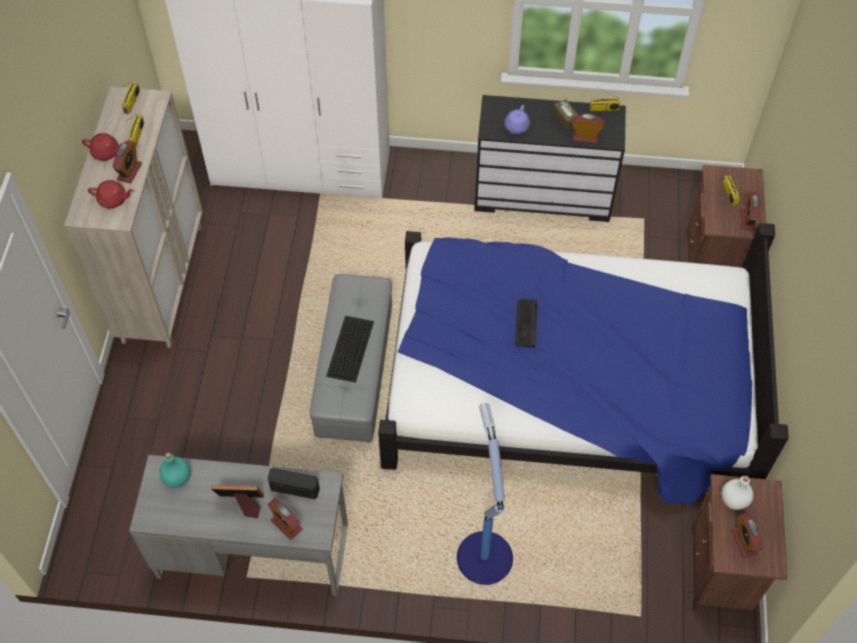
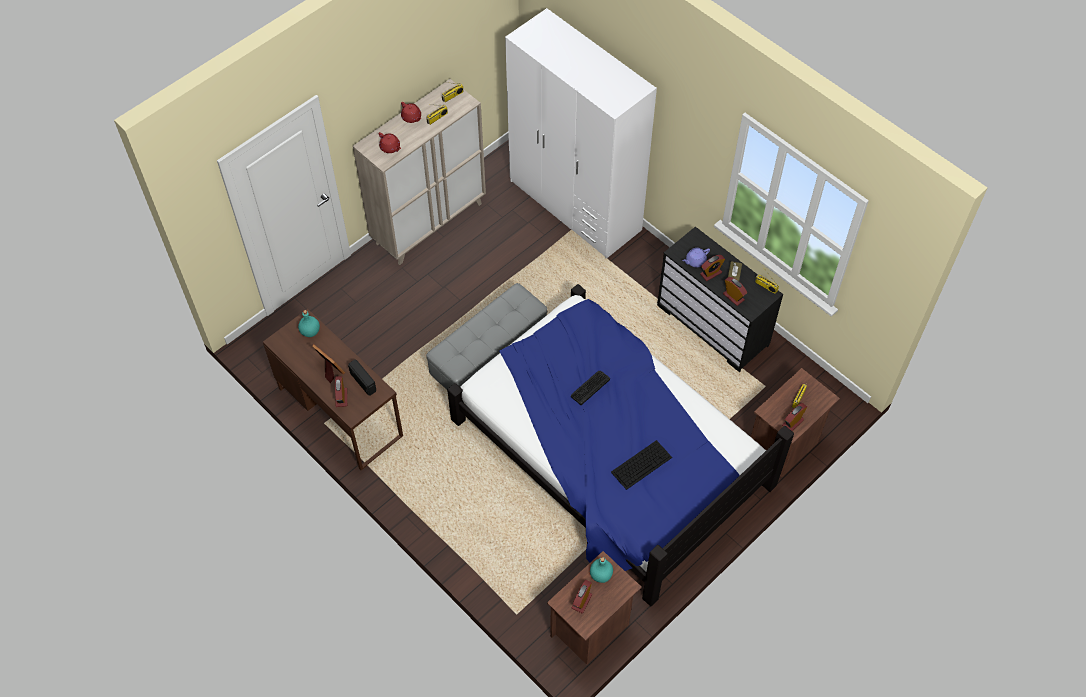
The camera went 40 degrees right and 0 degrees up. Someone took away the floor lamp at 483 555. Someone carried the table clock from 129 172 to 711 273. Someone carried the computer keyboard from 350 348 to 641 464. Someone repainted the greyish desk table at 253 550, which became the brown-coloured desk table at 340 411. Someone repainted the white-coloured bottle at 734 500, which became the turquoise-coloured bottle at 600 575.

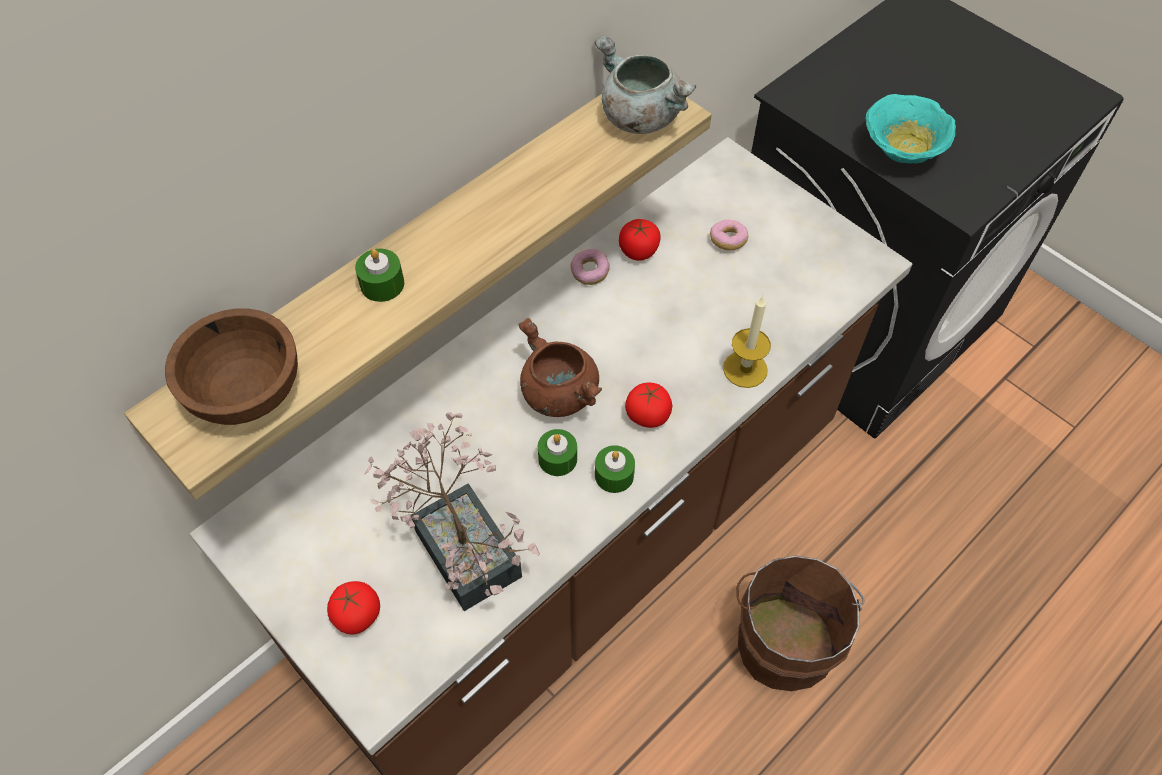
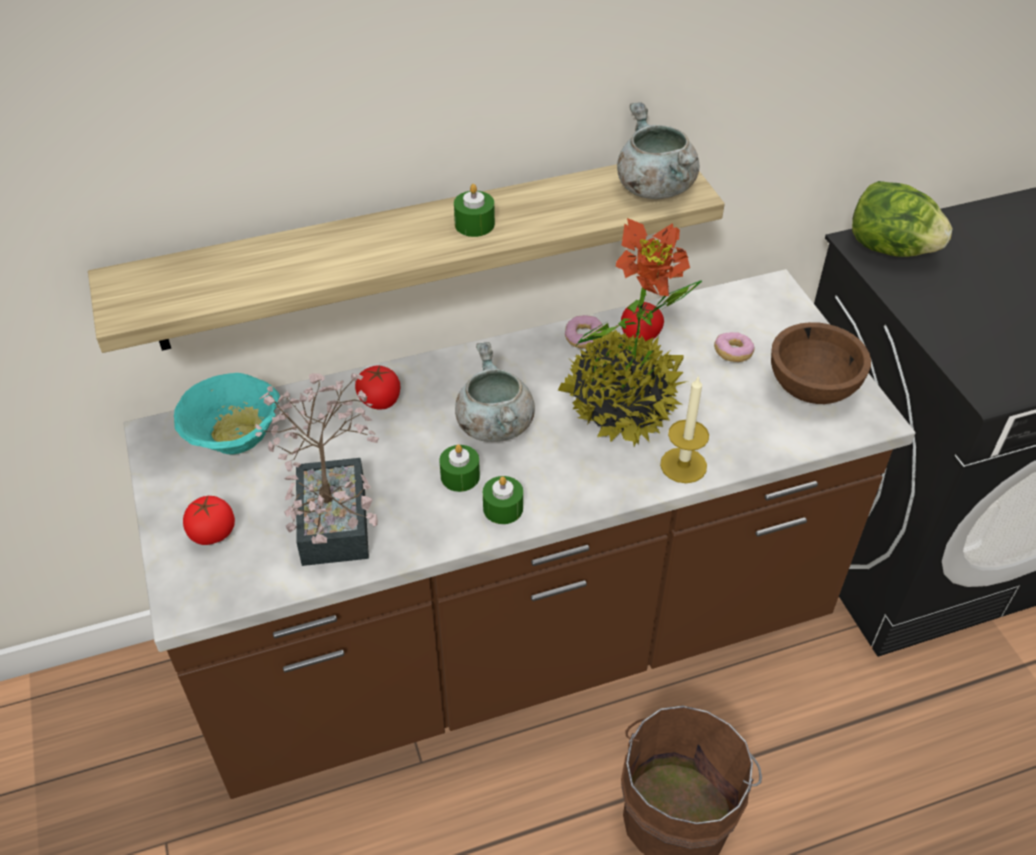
The camera went 25 degrees right and 10 degrees down. Someone put down the houseplant at 621 404. Someone put down the head of lettuce at 890 248. Someone carried the brown-coloured deep dish from 247 391 to 813 386. Someone carried the green wax candle from 382 284 to 474 224. Someone carried the tomato from 648 415 to 380 400. Someone carried the turquoise-coloured deep dish from 901 149 to 235 435. Someone repainted the brown-coloured cooking pot at 557 393, which became the greyish cooking pot at 493 424.

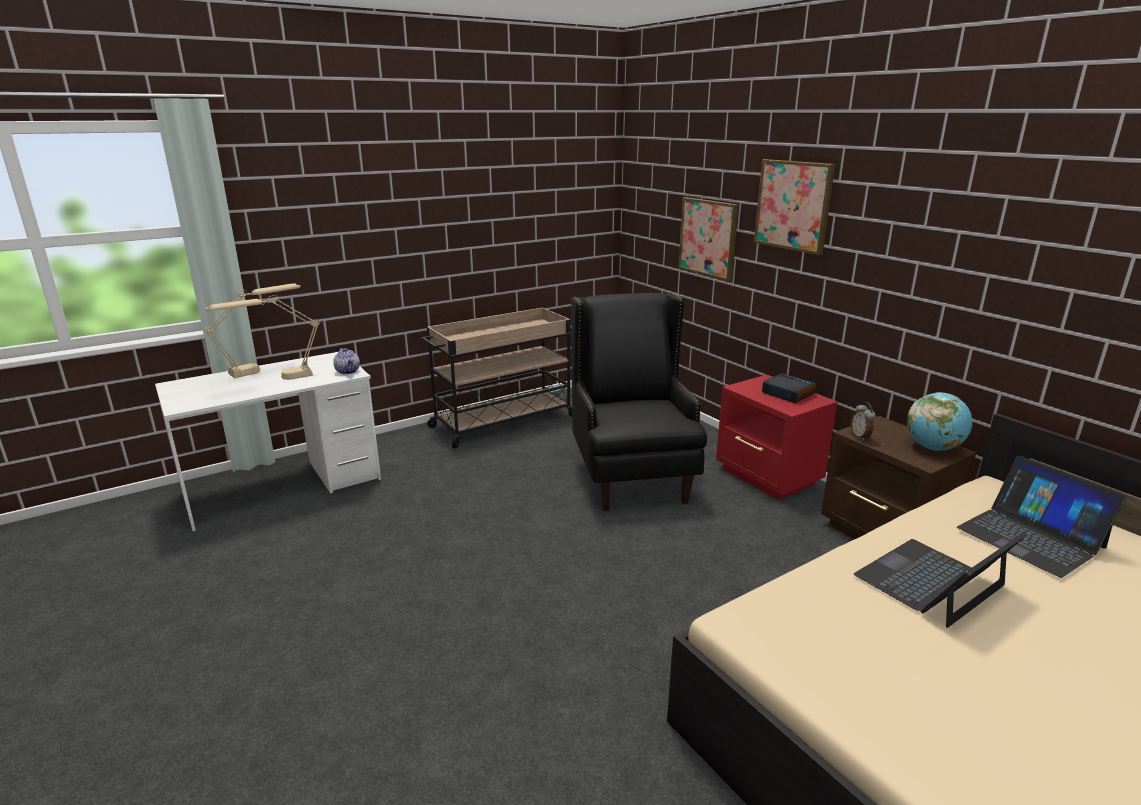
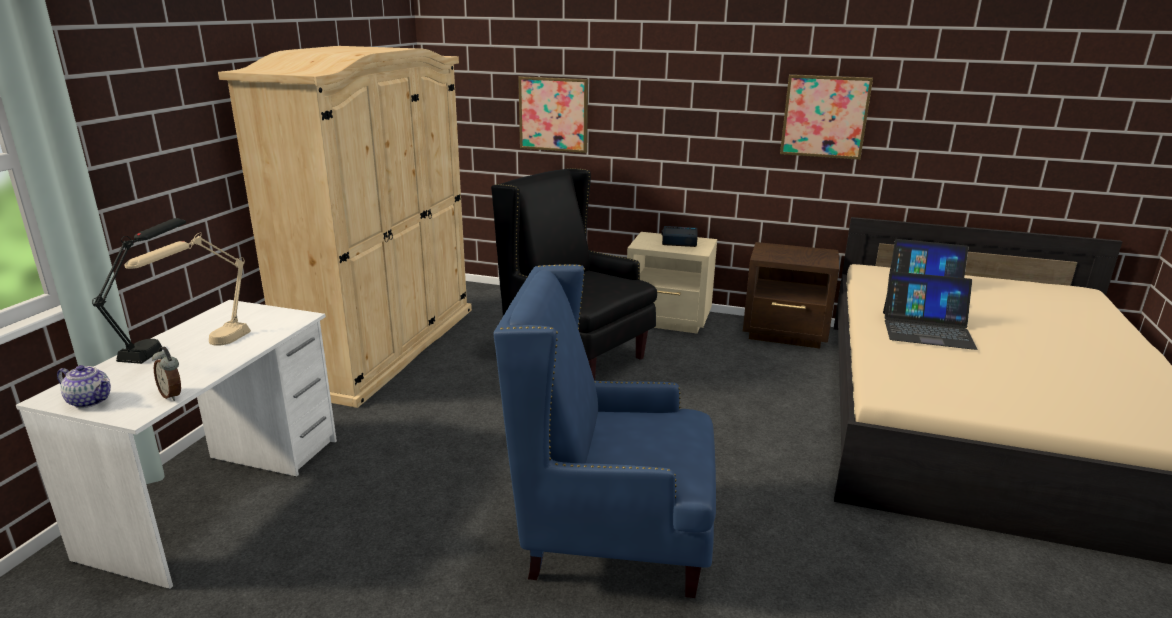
The camera went 40 degrees left and 0 degrees up. Someone took away the globe at 933 448. Someone put down the bluish armchair at 613 543. Someone carried the pot for tea from 348 371 to 90 401. Someone carried the wall picture from 793 205 to 824 116. Someone carried the table clock from 860 437 to 172 395. Someone swapped the sand-coloured cart at 502 422 for the sand-coloured armoire at 384 346. Someone repainted the sand-coloured table lamp at 264 368, which became the black-coloured table lamp at 160 342. Someone repainted the red night table at 768 477, which became the sand-coloured night table at 669 320. Someone rotated the laptop at 931 581 by 90 degrees counterclockwise.

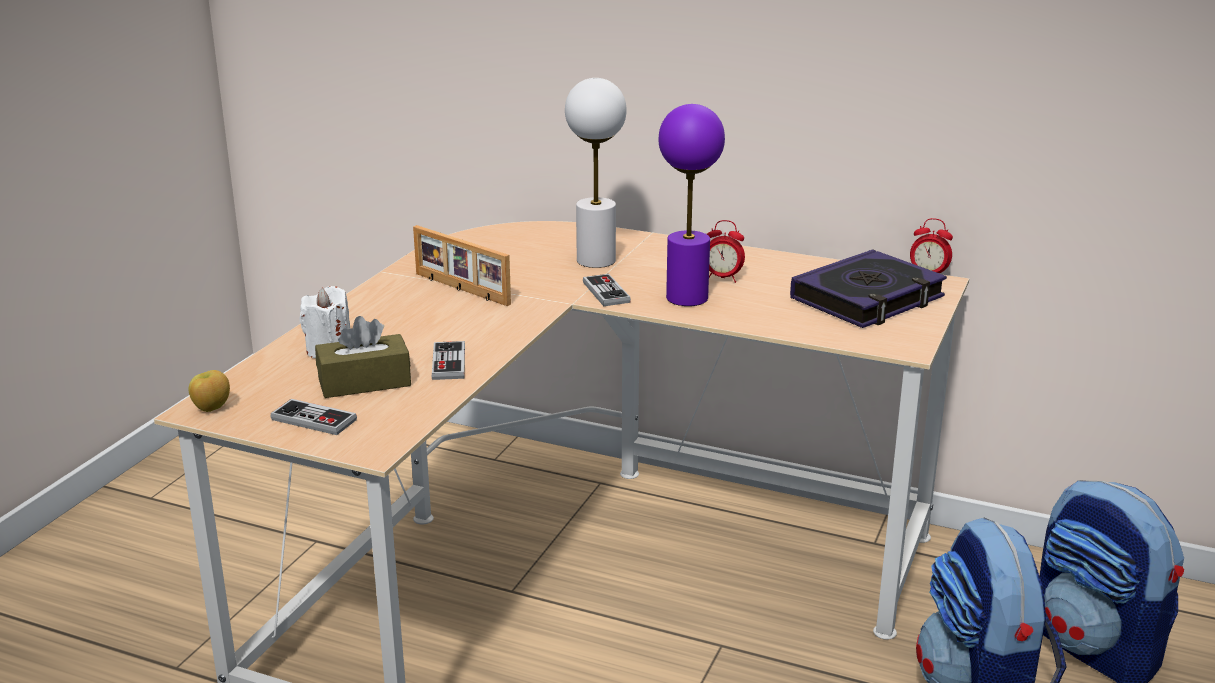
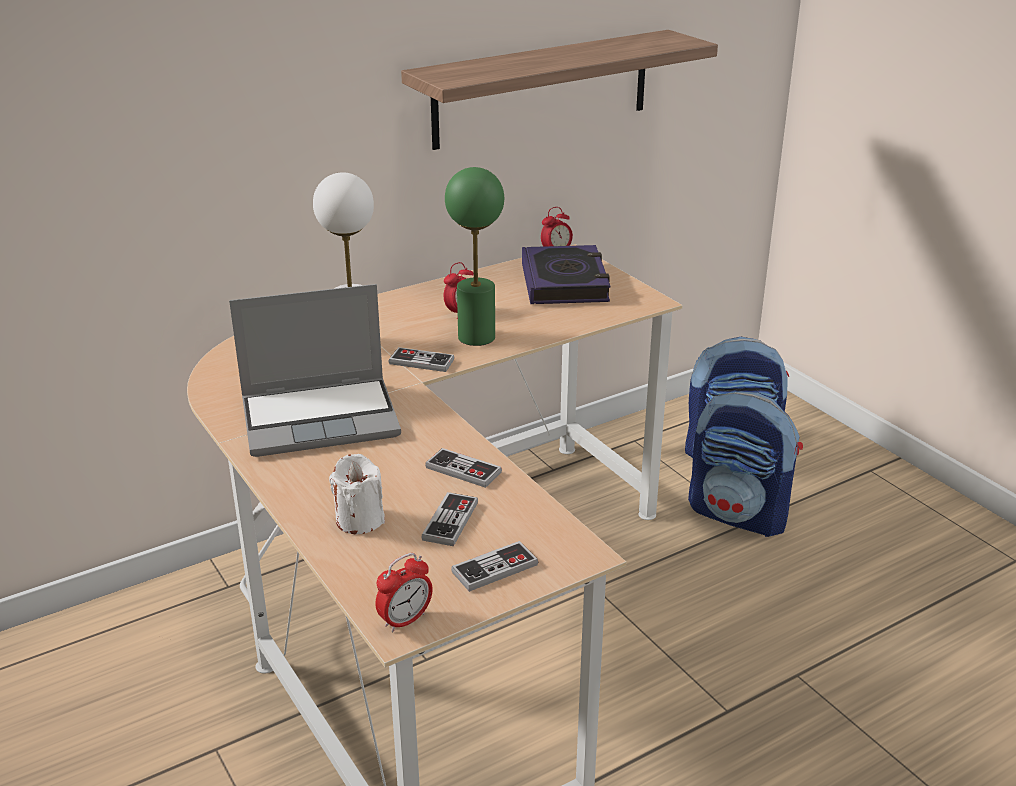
The camera went 55 degrees left and 5 degrees up. Someone put up the bracket shelf at 542 89. Someone swapped the whole apple at 211 408 for the table clock at 405 620. Someone swapped the brown-coloured tissue holder at 364 382 for the game controller at 450 521. Someone swapped the photo frame at 460 289 for the laptop at 322 418. Someone repainted the purple table lamp at 687 298, which became the green table lamp at 477 337.

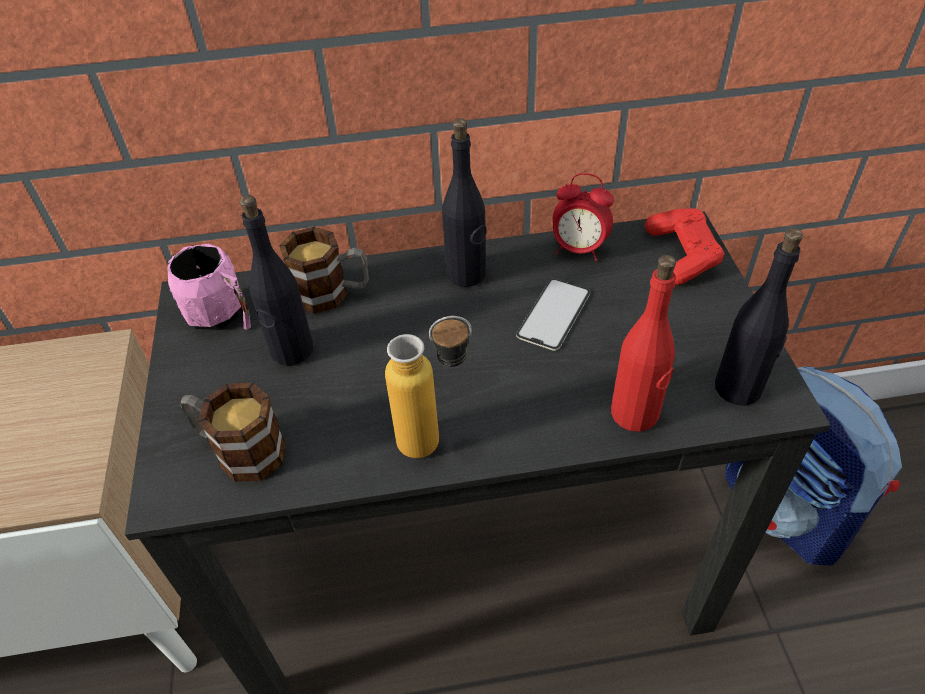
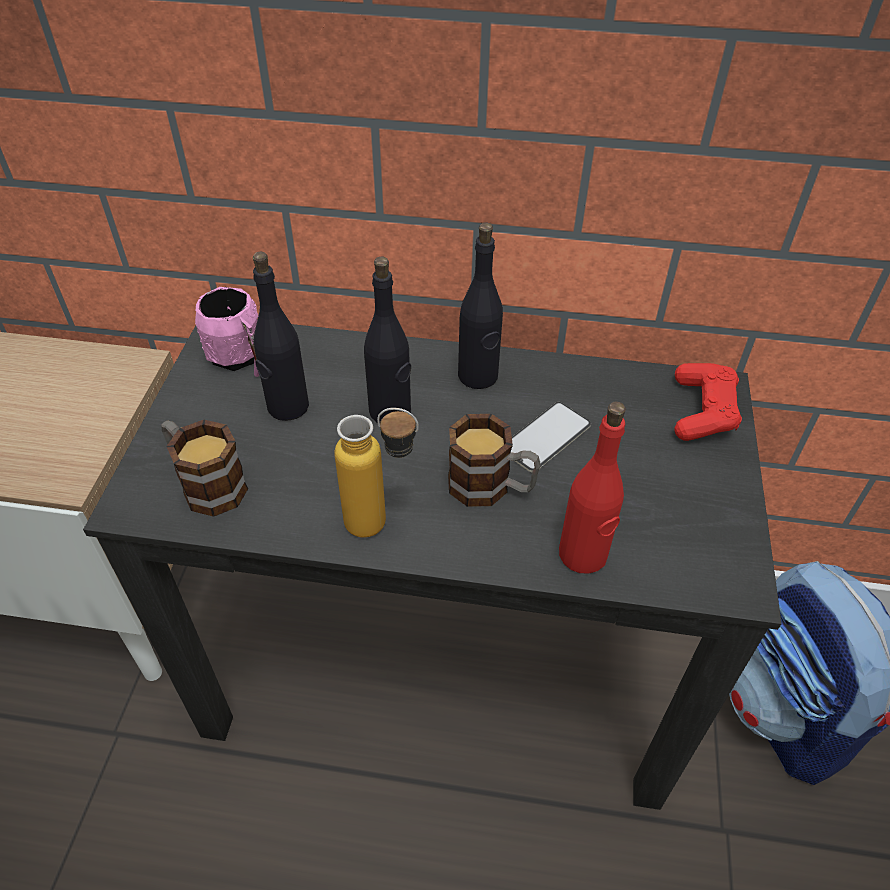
The camera went 15 degrees right and 0 degrees up. Someone took away the table clock at 578 250. Someone carried the tea mug from 332 293 to 491 487. Someone carried the black-coloured bottle from 739 388 to 390 411.

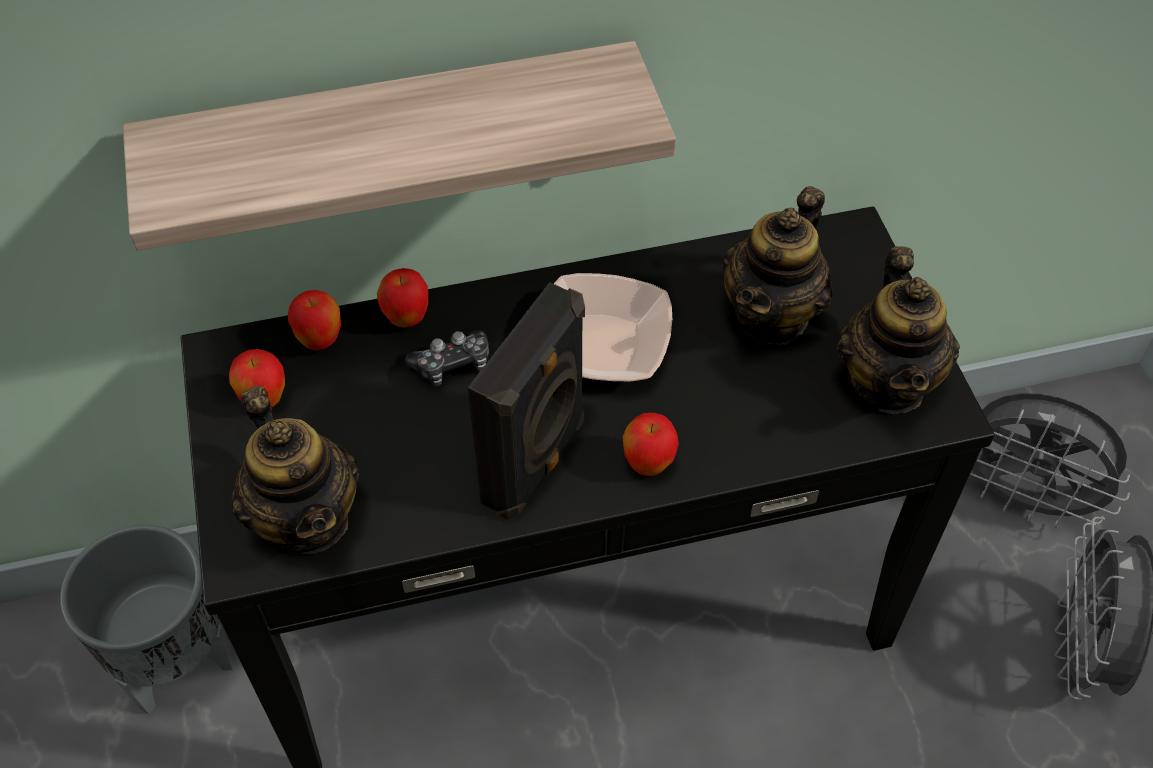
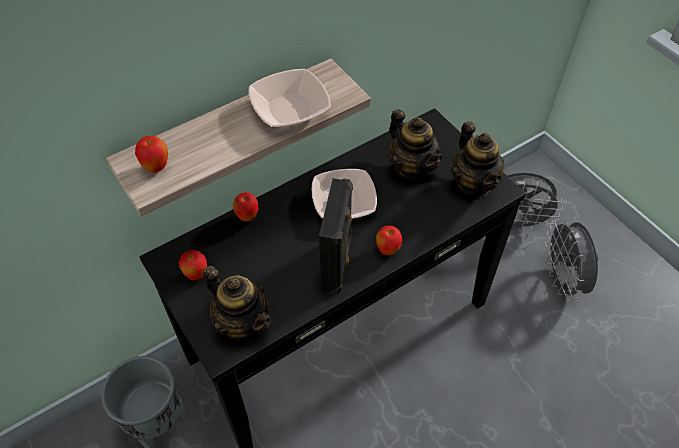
The camera went 20 degrees left and 0 degrees up. Someone took away the game controller at 452 365. Someone put down the deep dish at 290 109. Someone carried the whole apple from 320 341 to 156 167. Someone rotated the pot for tea at 772 315 by 45 degrees counterclockwise.

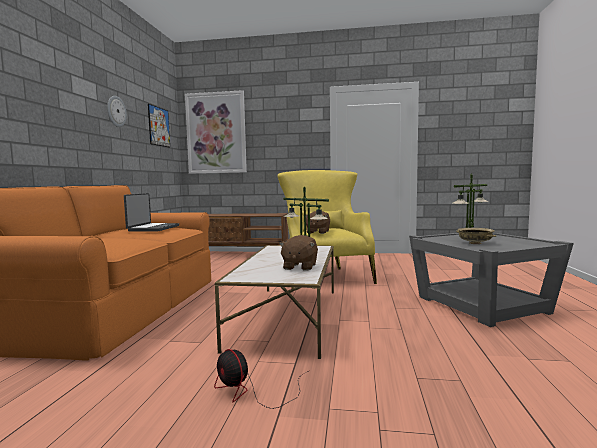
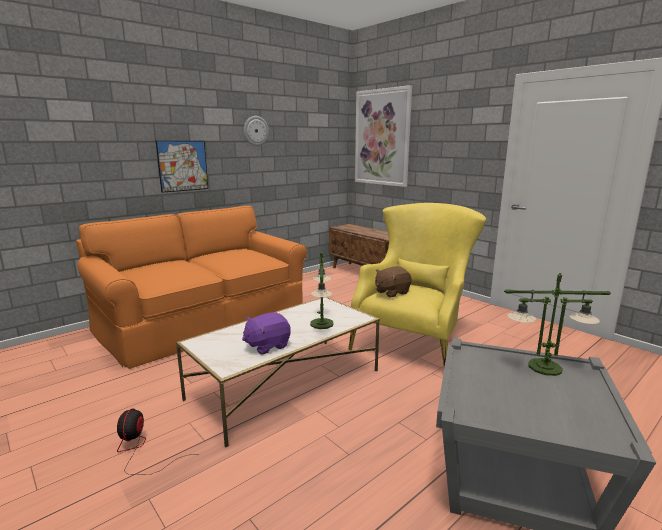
The camera went 40 degrees right and 10 degrees up. Someone took away the laptop at 153 228. Someone took away the sand-coloured deep dish at 475 243. Someone carried the wall picture from 159 126 to 183 166. Someone repainted the brown-coloured soft toy at 299 267, which became the purple soft toy at 267 345.

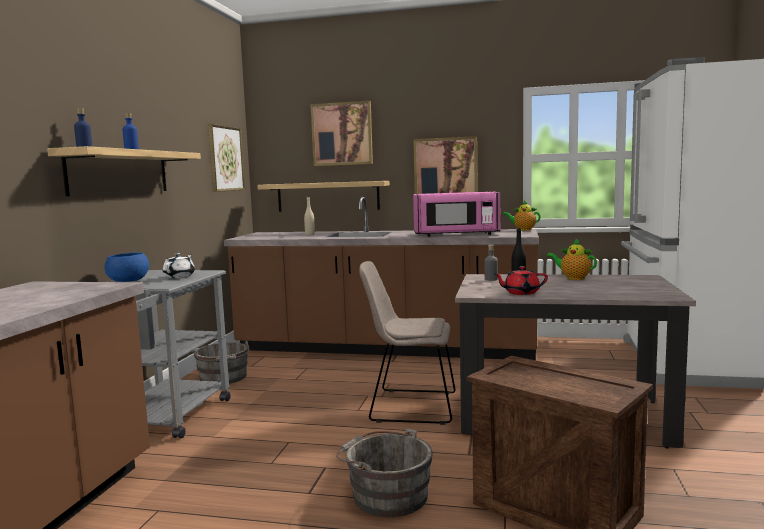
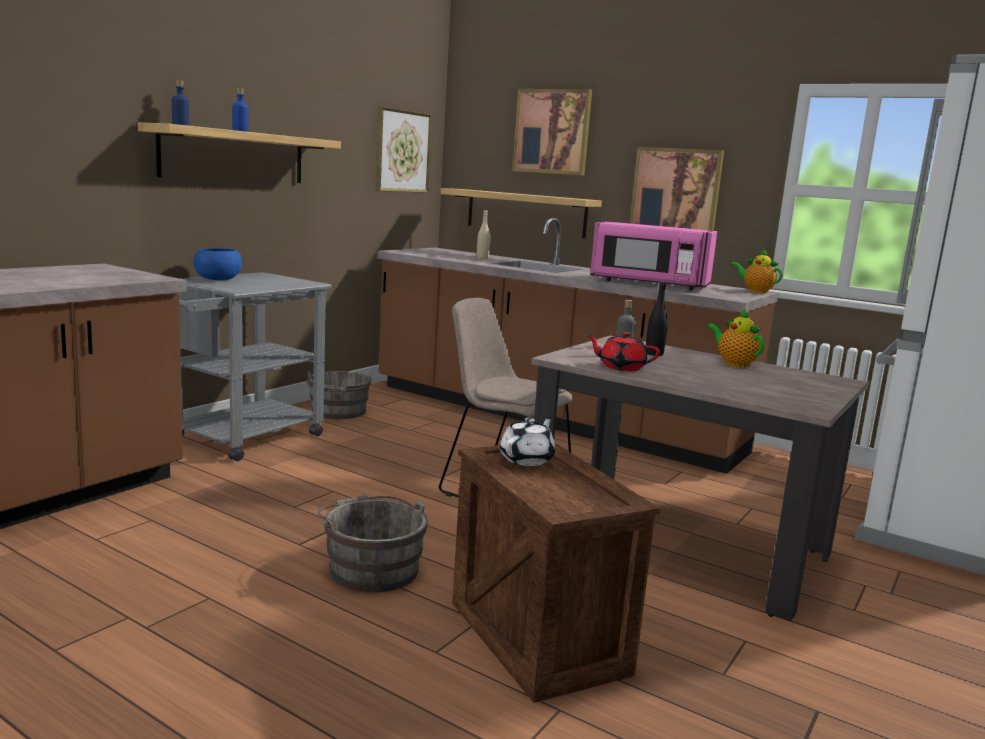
The camera went 20 degrees right and 5 degrees up. Someone carried the white-coloured pot for tea from 180 276 to 527 459.

